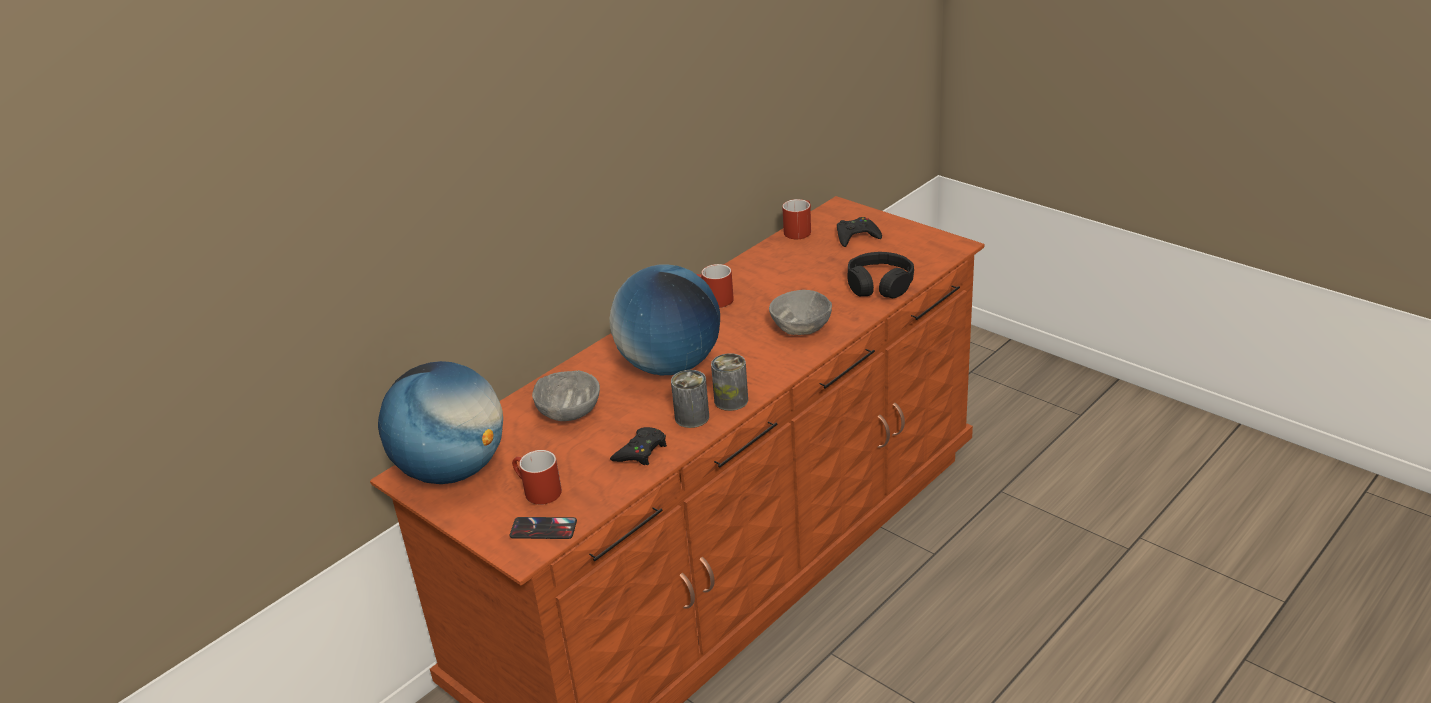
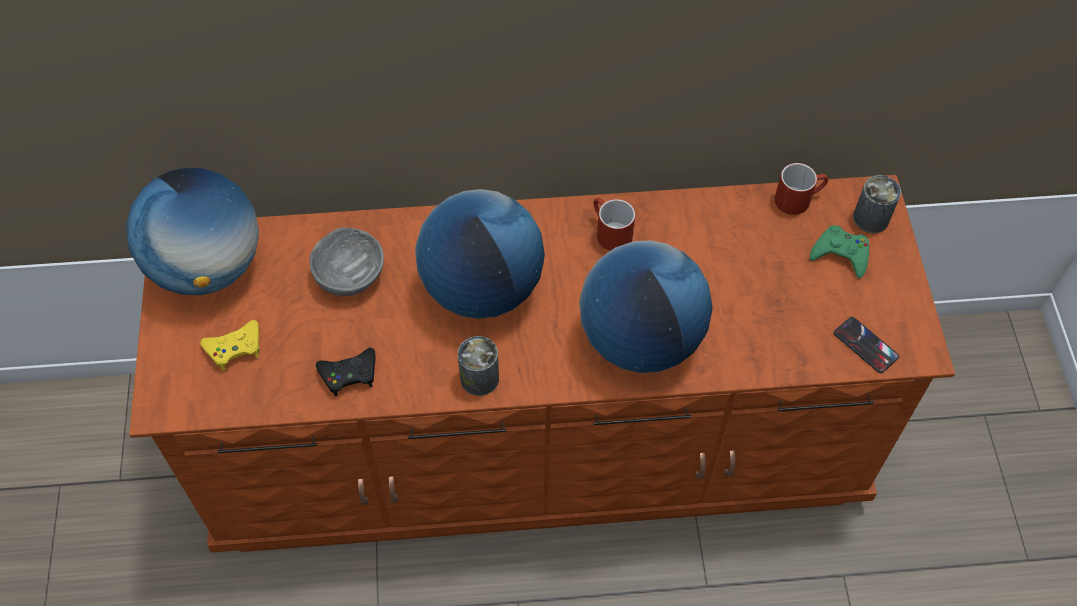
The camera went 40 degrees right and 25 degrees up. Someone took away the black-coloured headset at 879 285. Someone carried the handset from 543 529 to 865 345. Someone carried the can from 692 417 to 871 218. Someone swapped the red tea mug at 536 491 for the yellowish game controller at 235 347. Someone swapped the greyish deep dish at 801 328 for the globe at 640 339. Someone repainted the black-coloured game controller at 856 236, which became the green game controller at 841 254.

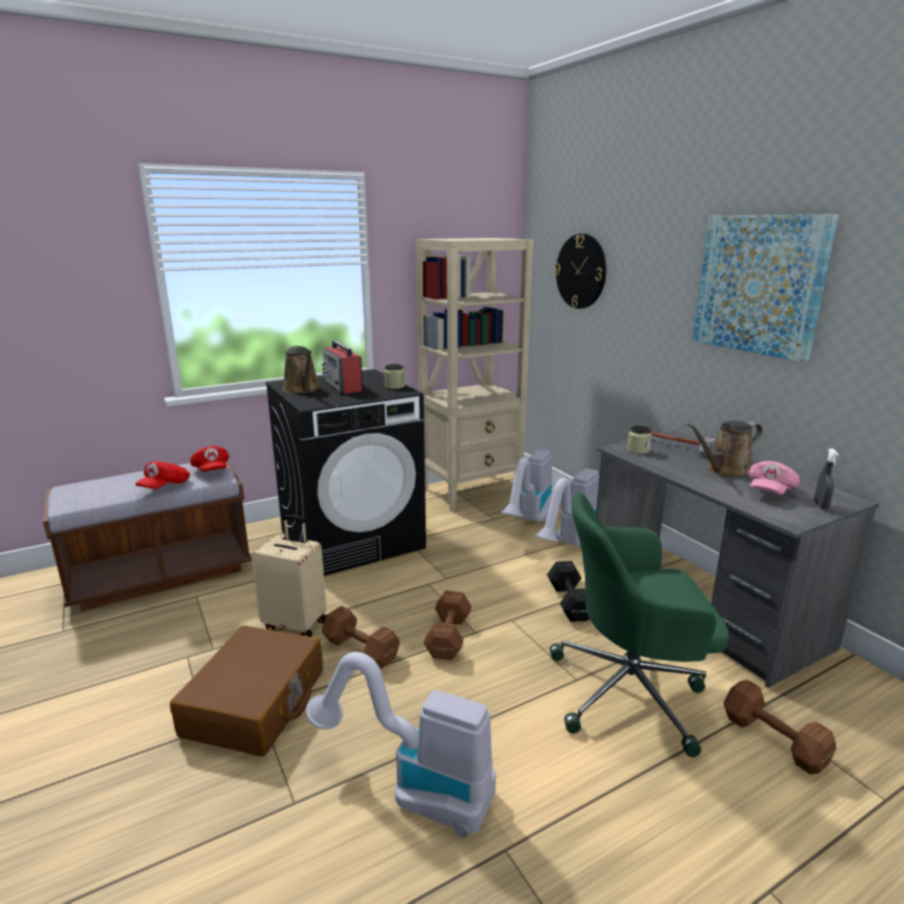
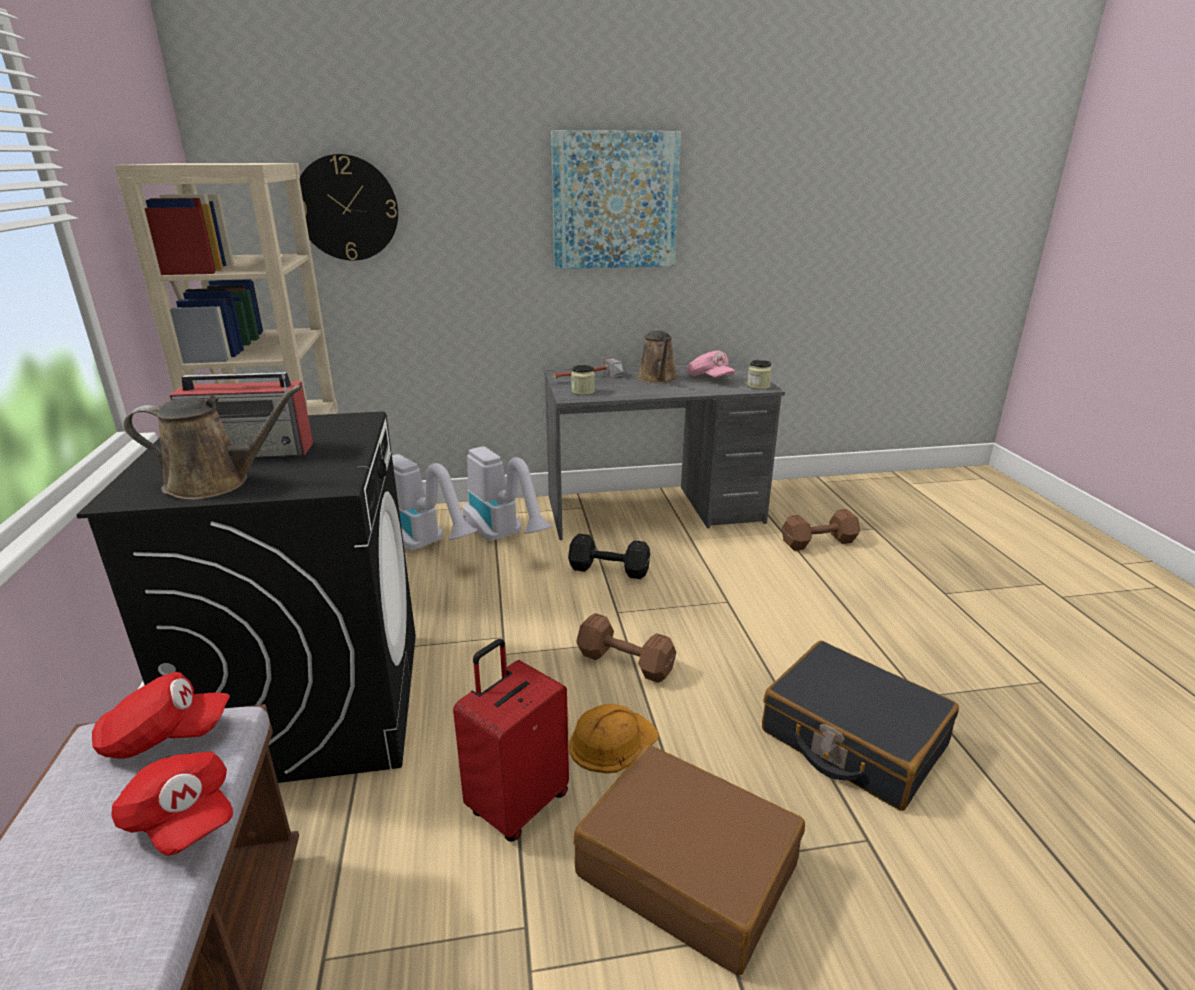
The camera went 70 degrees left and 5 degrees up. Someone took away the green computer chair at 630 691. Someone took away the greyish sprayer at 821 505. Someone carried the preserve jar from 394 386 to 758 386. Someone swapped the vacuum at 412 788 for the black-coloured suitcase at 852 739. Someone swapped the brown-coloured dumbbell at 360 648 for the orangey hard hat at 612 741. Someone repainted the sand-coloured suitcase at 296 624, which became the red suitcase at 517 803.

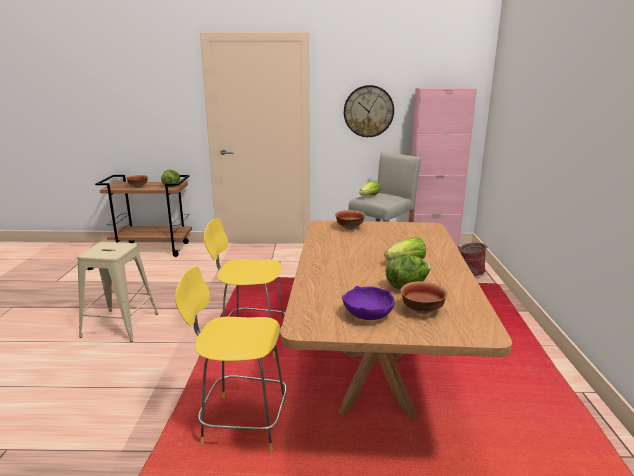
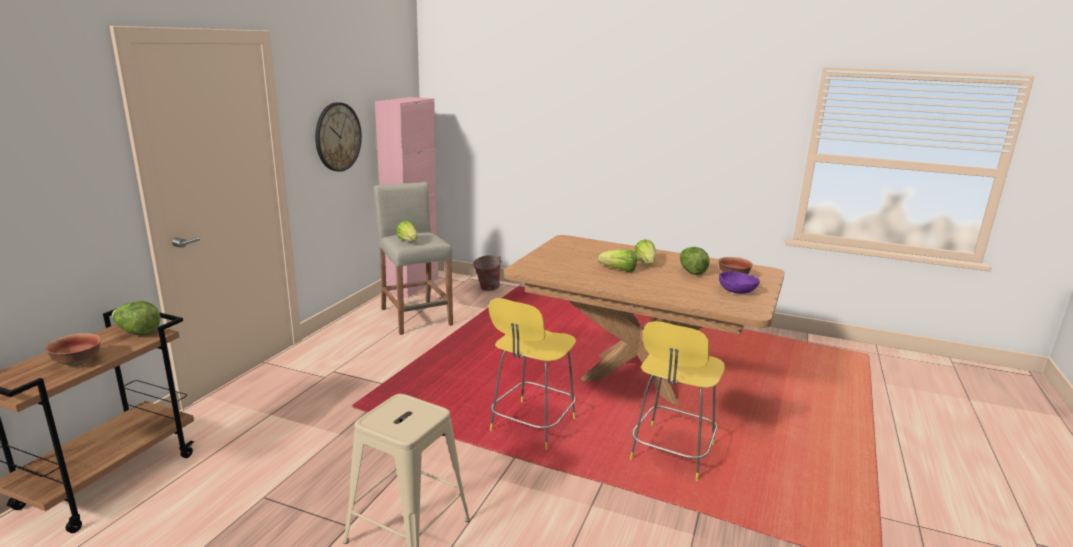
The camera went 70 degrees left and 0 degrees up. Someone took away the deep dish at 350 228. Someone put down the head of lettuce at 619 270.

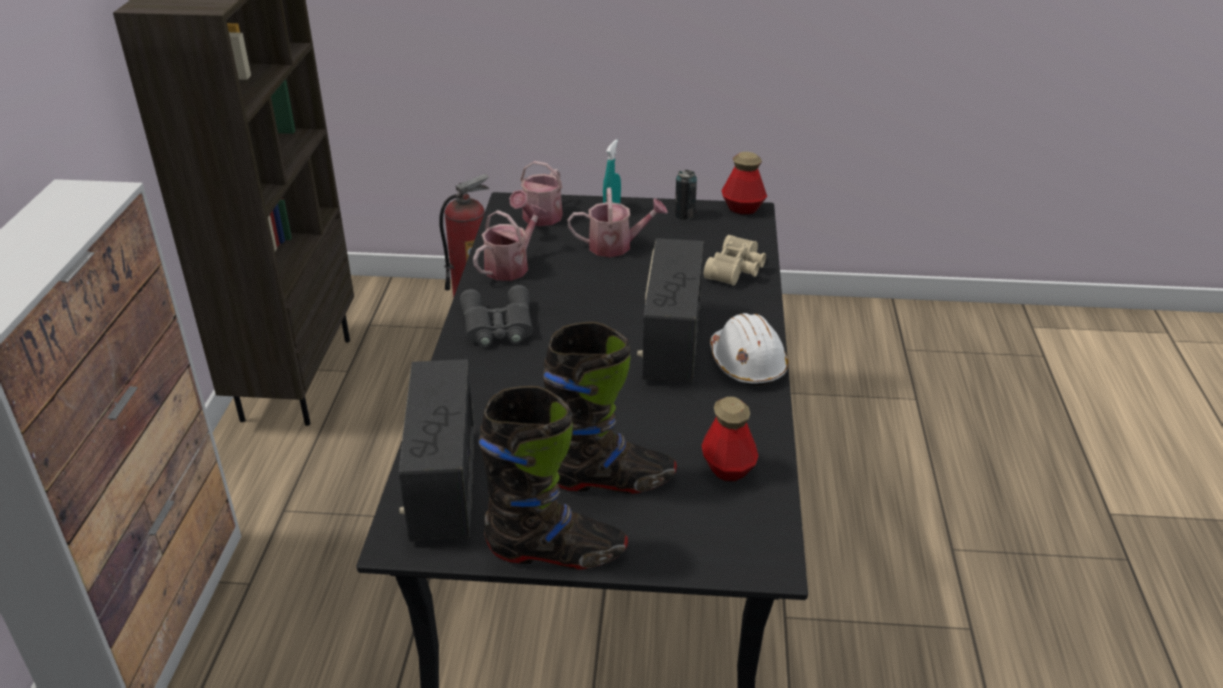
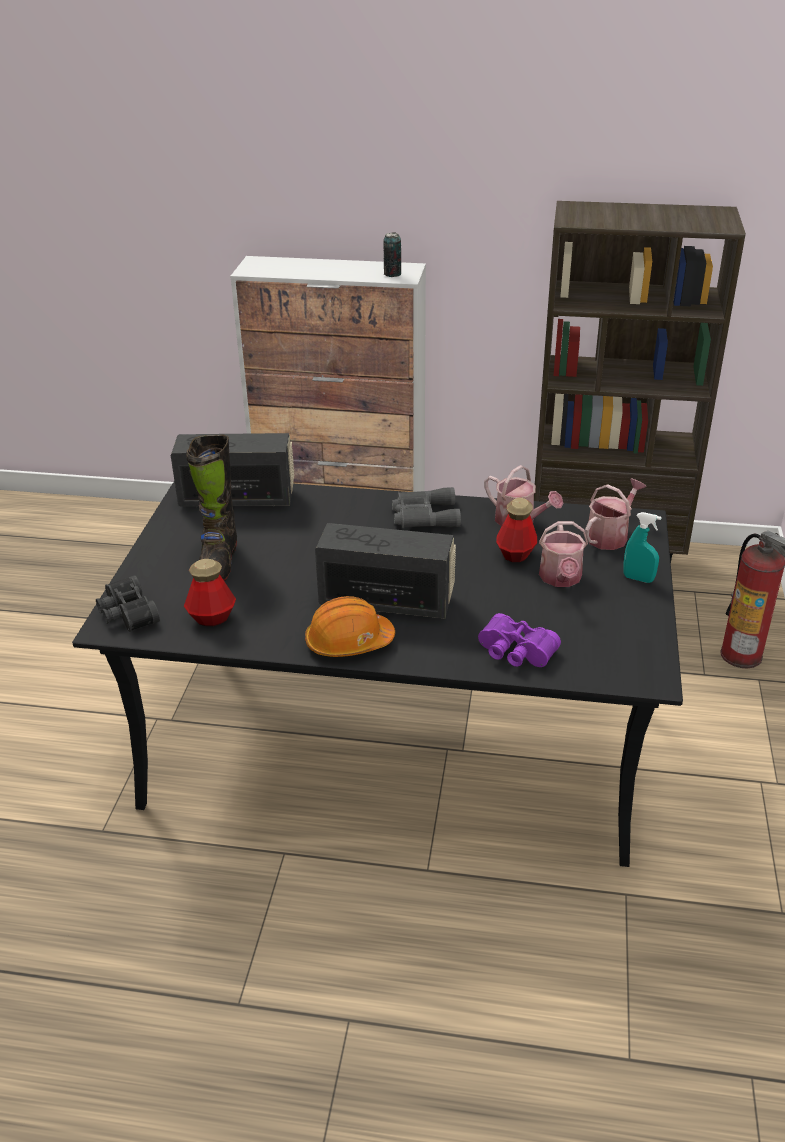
The camera went 95 degrees right and 0 degrees up. Someone took away the black-coloured tall boot at 556 552. Someone put down the black-coloured field glasses at 126 614. Someone carried the can from 684 215 to 392 274. Someone carried the bottle from 743 208 to 515 554. Someone repainted the sand-coloured field glasses at 737 270, which became the purple field glasses at 515 653. Someone repainted the white-coloured hard hat at 747 363, which became the orangey hard hat at 348 642. Someone rotated the watering pot at 539 219 by 105 degrees clockwise.

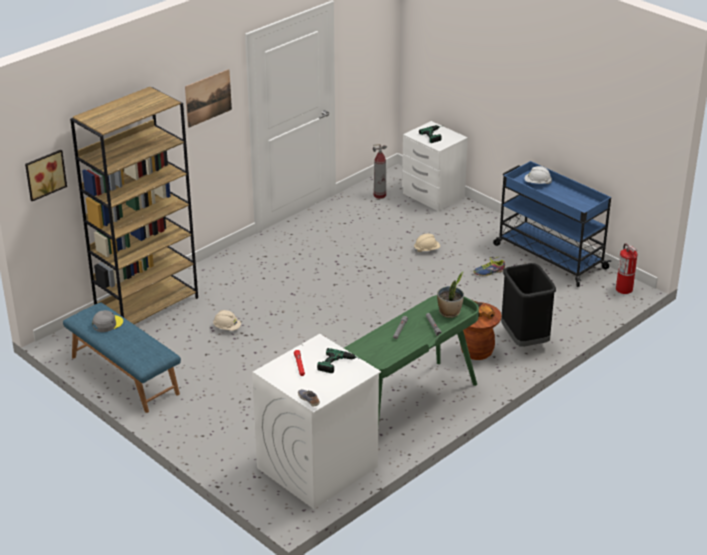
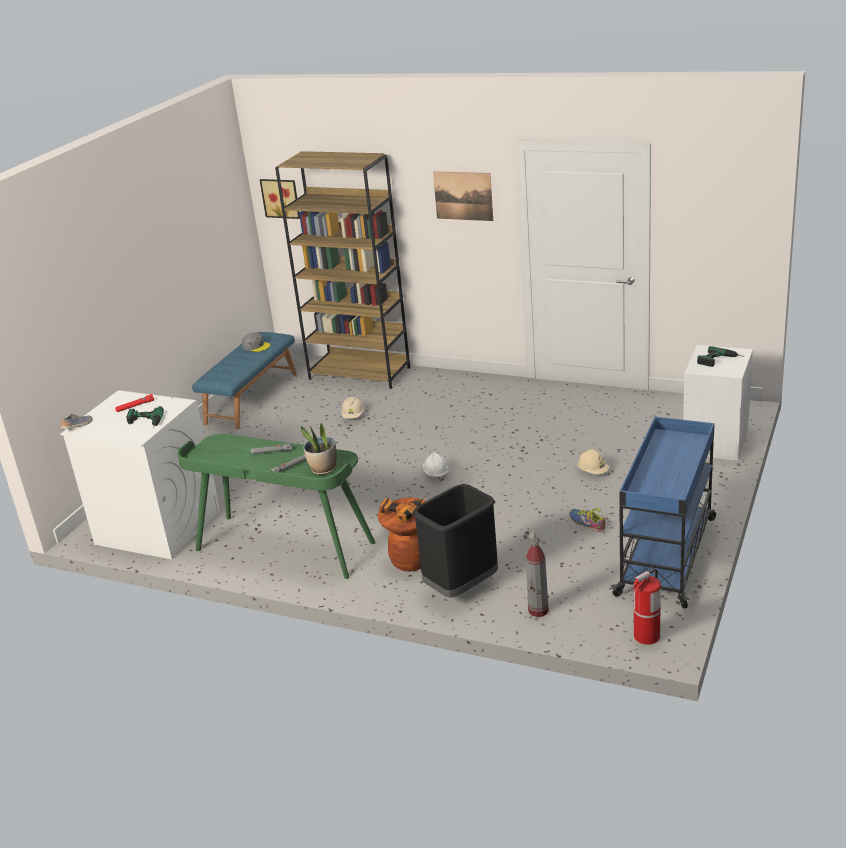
The camera went 70 degrees right and 5 degrees down. Someone carried the extinguisher from 380 195 to 538 610. Someone carried the white-coloured hard hat from 537 183 to 436 474.

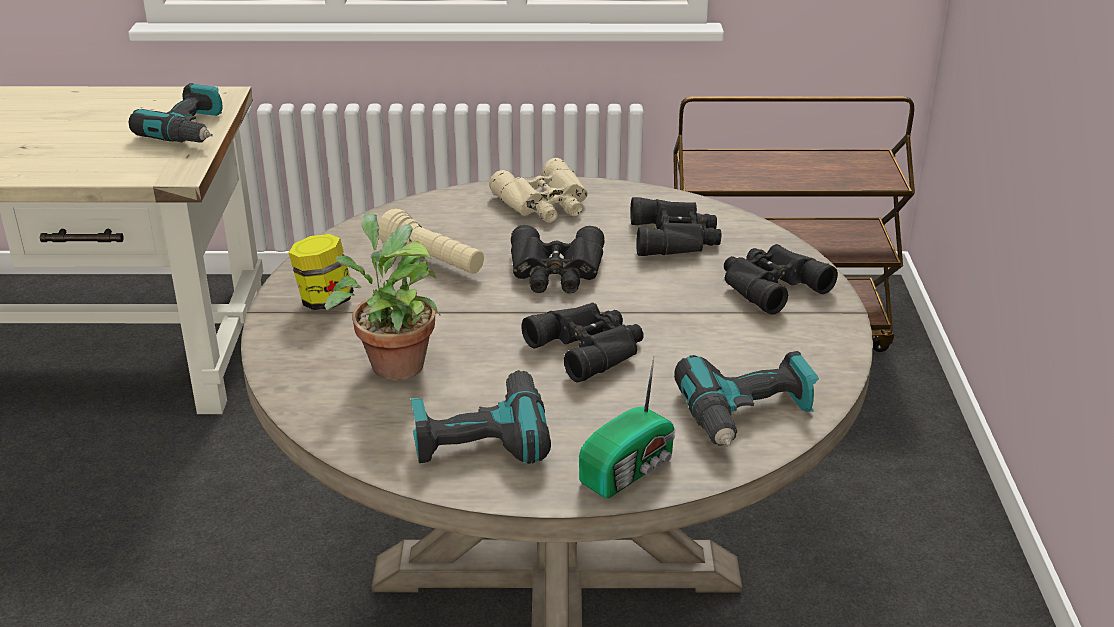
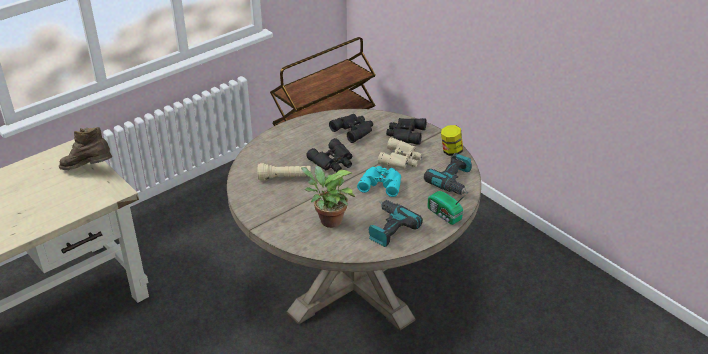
The camera went 40 degrees left and 5 degrees up. Someone carried the preserve jar from 324 301 to 451 151. Someone carried the sand-coloured field glasses from 545 203 to 401 159. Someone swapped the power drill at 191 130 for the brown-coloured tall boot at 89 169. Someone repainted the black-coloured field glasses at 589 348, which became the turquoise-coloured field glasses at 381 183. Someone rotated the radio at 630 470 by 135 degrees clockwise.

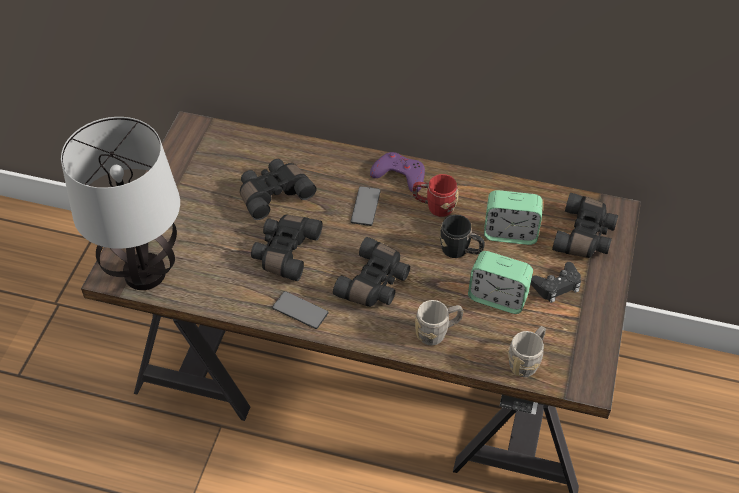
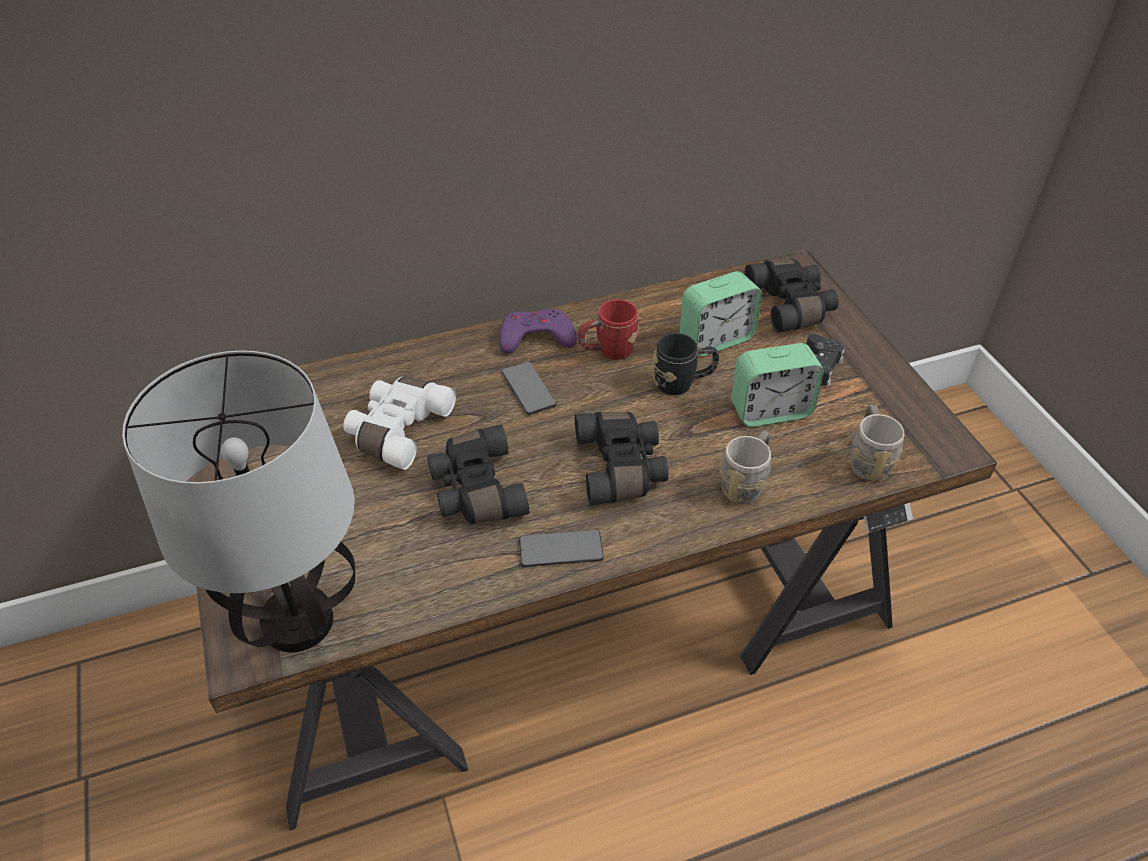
The camera went 35 degrees left and 5 degrees down. Someone repainted the black-coloured field glasses at 273 194, which became the white-coloured field glasses at 397 429.

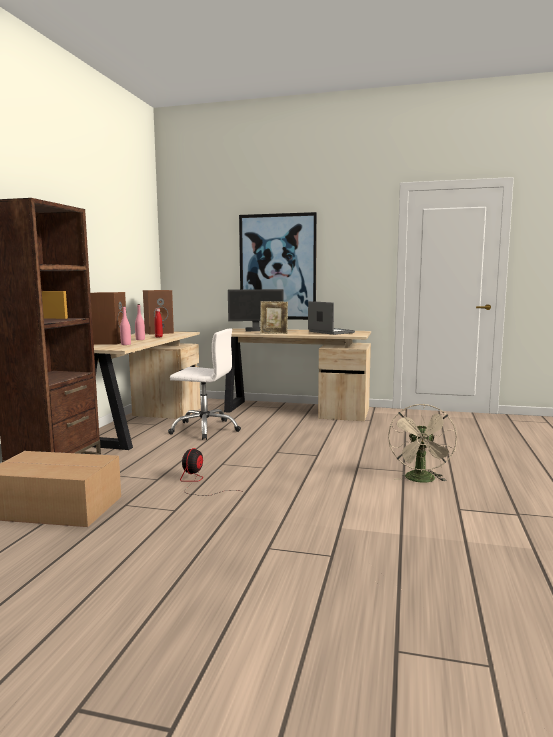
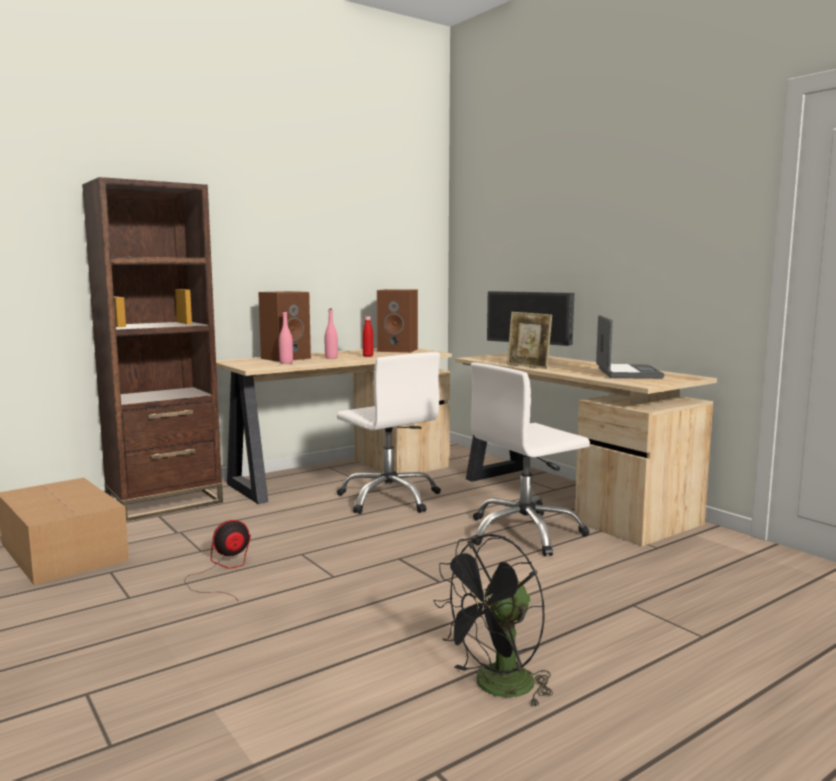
The camera went 40 degrees right and 0 degrees up. Someone took away the wall picture at 277 267. Someone put down the white-coloured computer chair at 525 533. Someone repainted the sand-coloured fan at 421 480, which became the black-coloured fan at 496 688.

